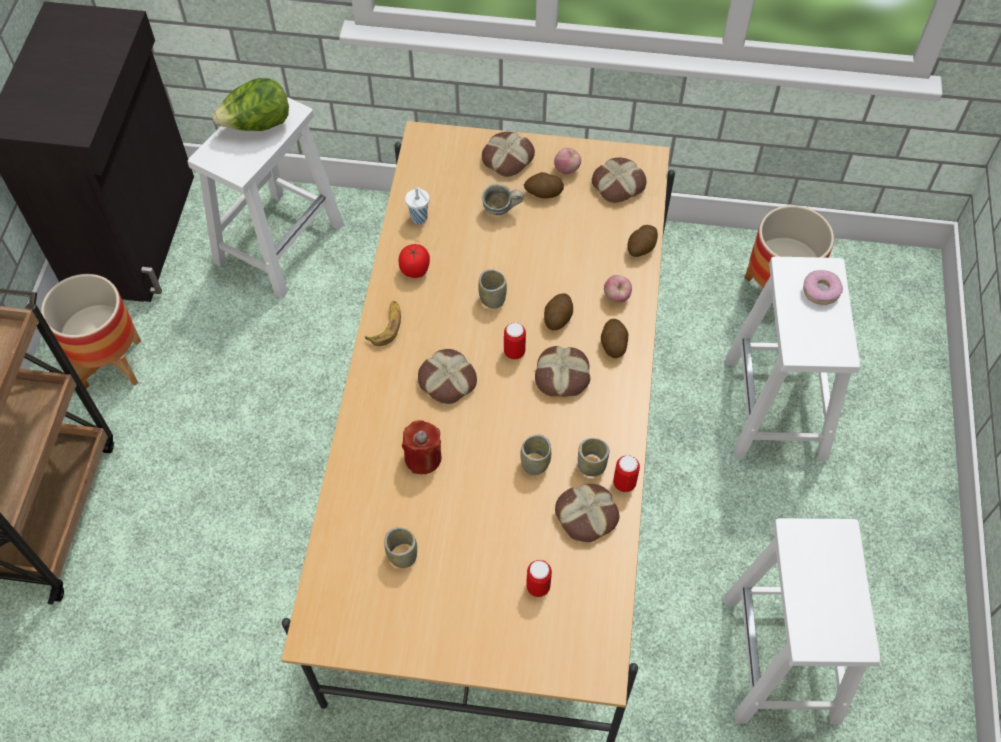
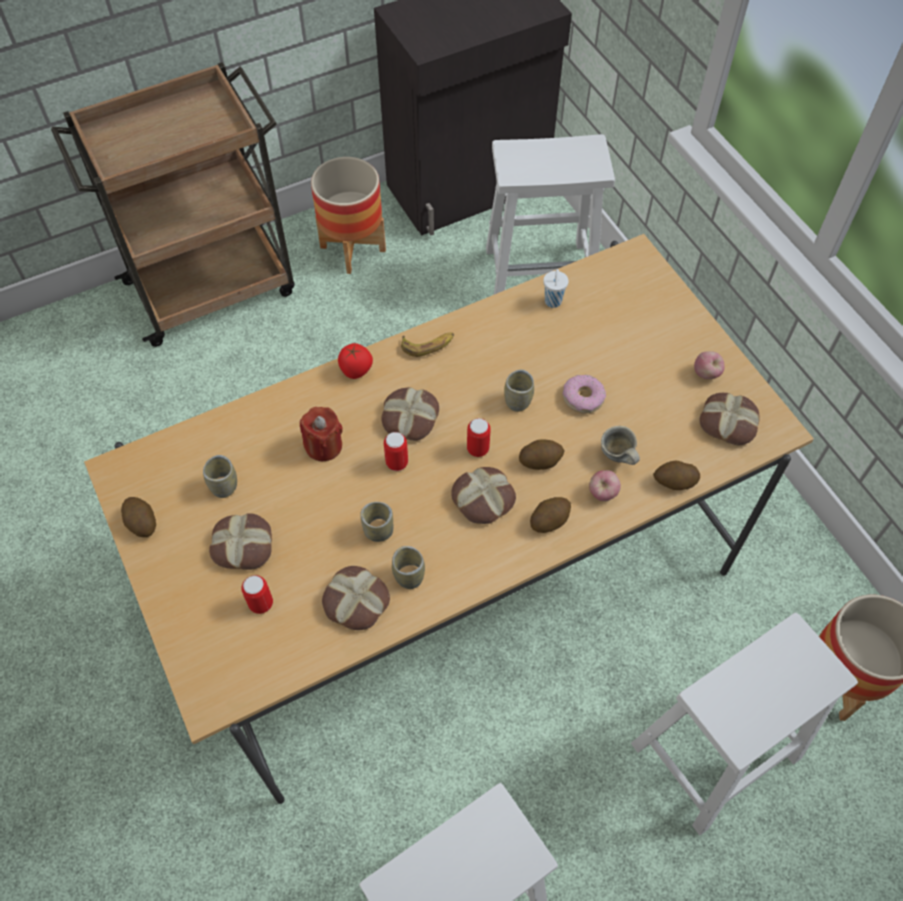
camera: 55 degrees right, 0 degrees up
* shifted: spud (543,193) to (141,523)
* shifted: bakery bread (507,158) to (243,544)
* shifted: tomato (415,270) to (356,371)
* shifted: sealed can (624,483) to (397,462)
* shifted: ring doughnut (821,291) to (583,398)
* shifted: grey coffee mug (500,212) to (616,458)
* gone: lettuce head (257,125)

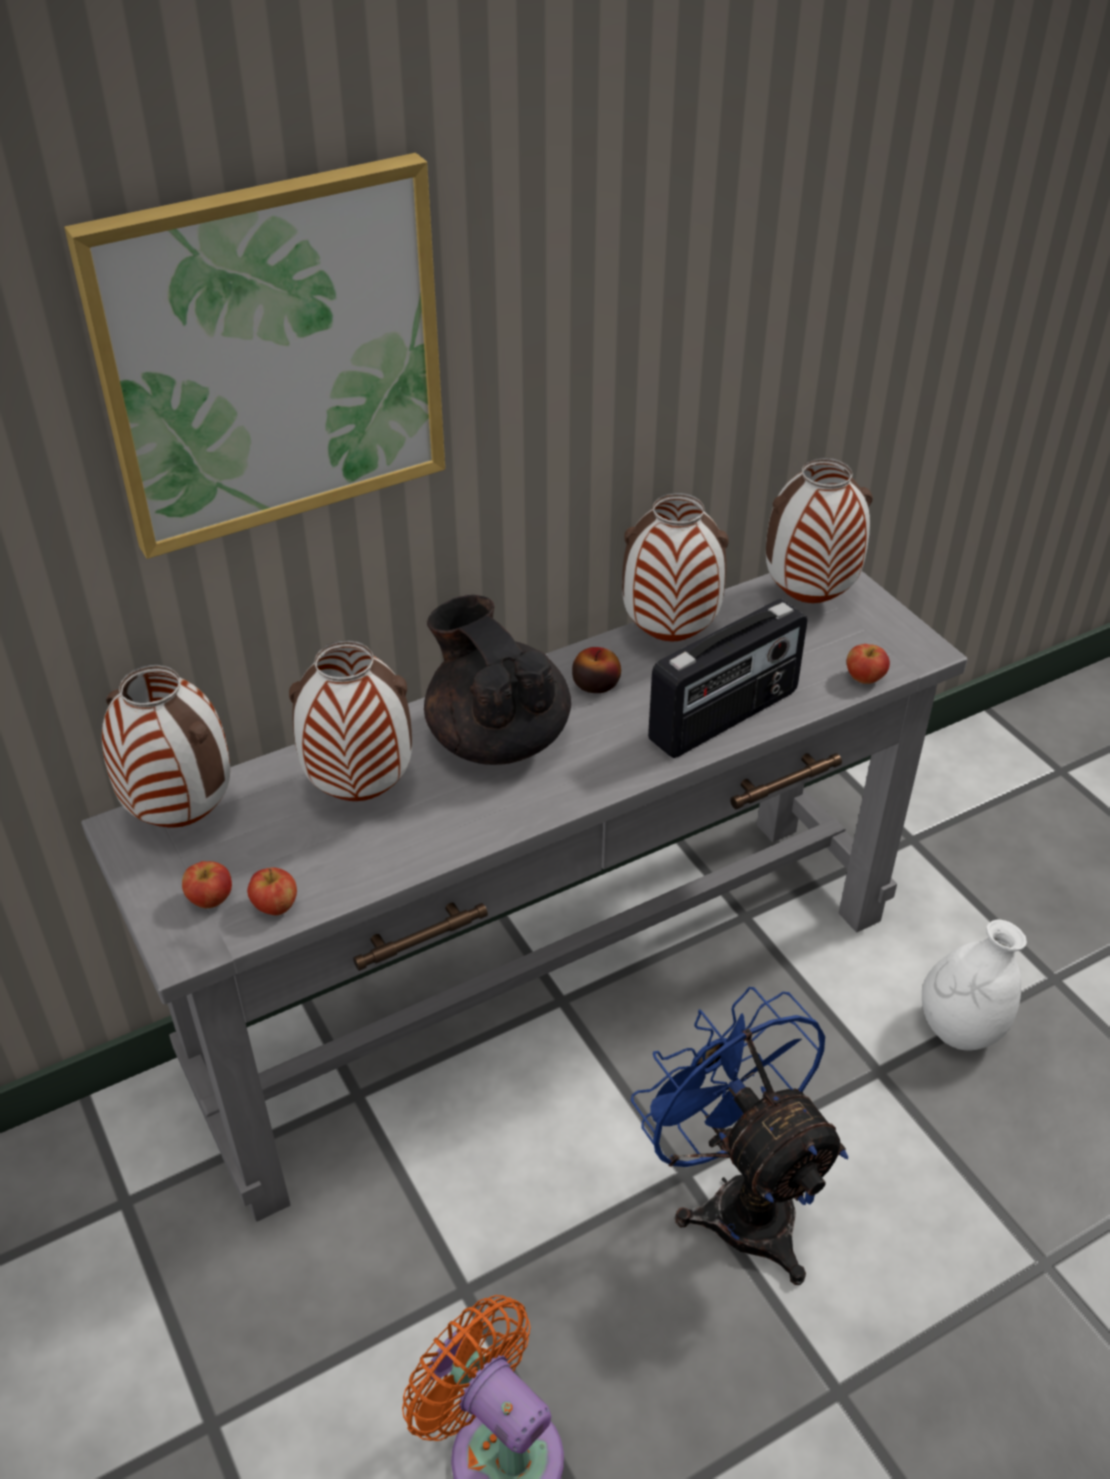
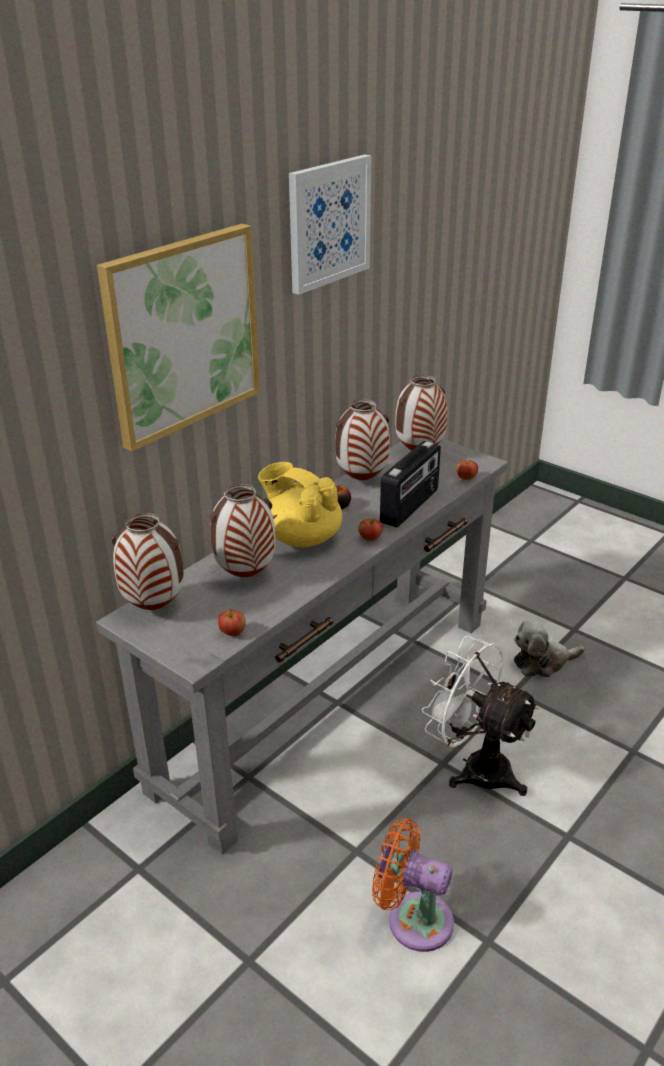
camera: 20 degrees left, 10 degrees down
* repainted: blackish tea pot (496,737) to yellowish tea pot (302,537)
* new: wall picture (328,223)
* shifted: apple (210,899) to (370,538)
* repainted: blue-coloured electric fan (738,1200) to white-coloured electric fan (475,767)
* swapped: white-coloured flower vase (961,1029) to plush toy (542,662)

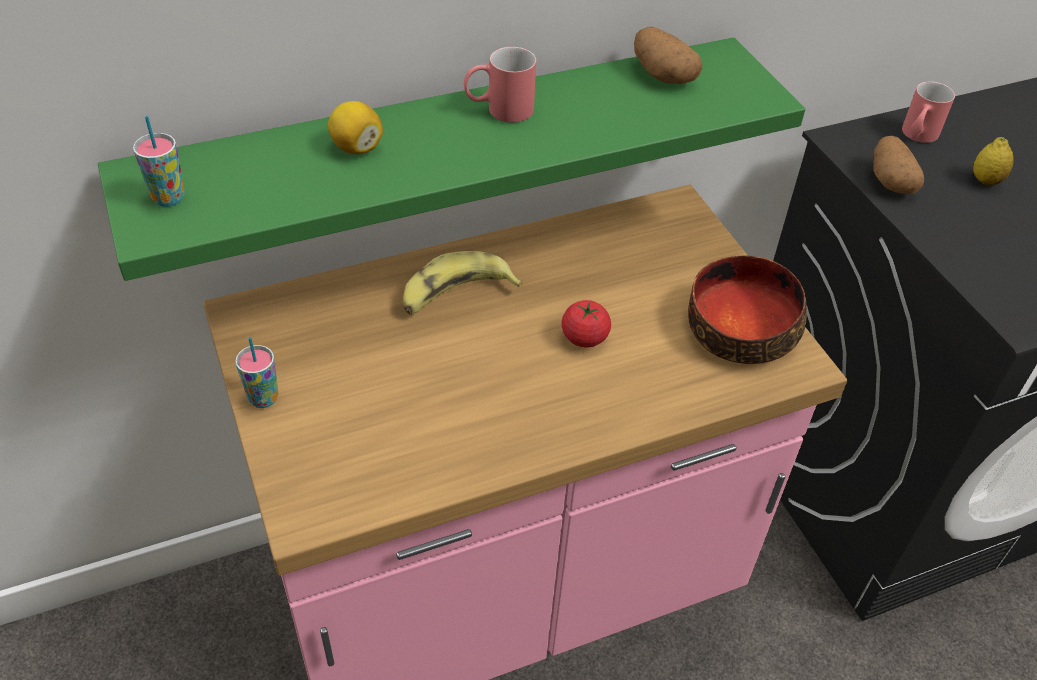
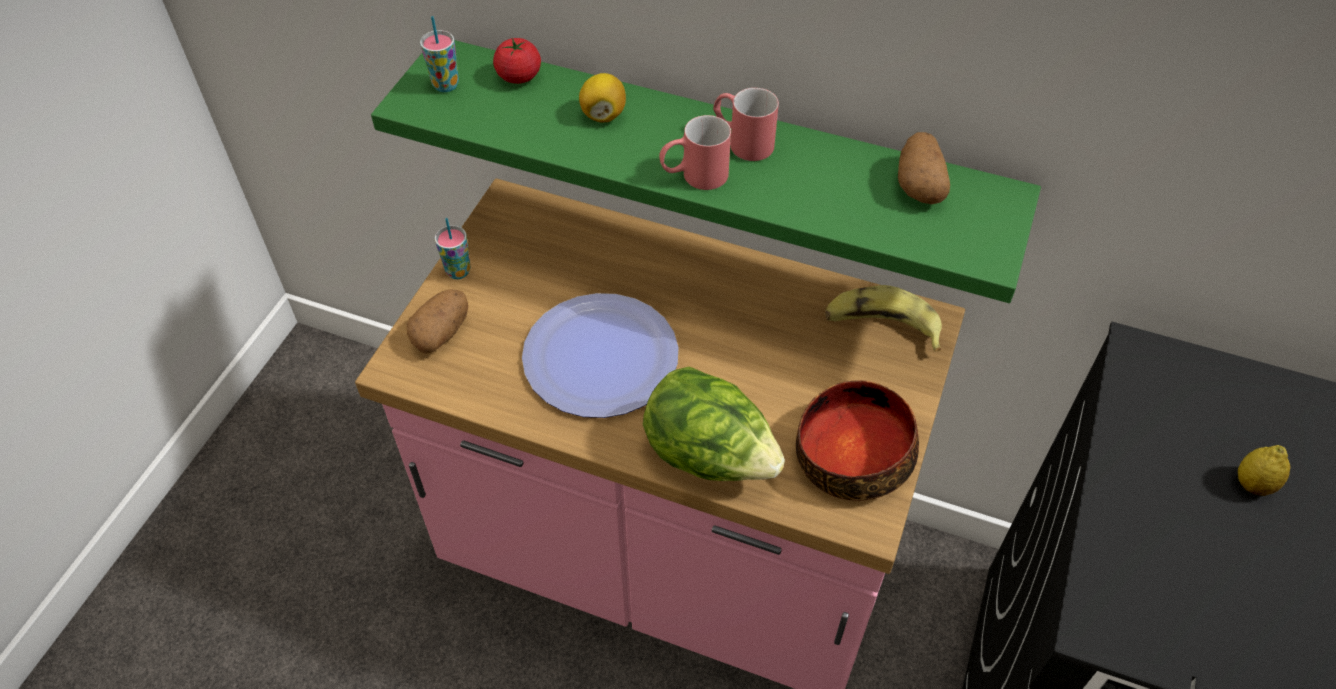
camera: 45 degrees right, 5 degrees up
* shifted: spud (889,181) to (442,333)
* shifted: tomato (584,337) to (519,77)
* new: flat dish (601,357)
* new: lettuce head (709,455)
* shifted: reddish coffee mug (917,137) to (694,177)
* shifted: banana (455,295) to (881,326)

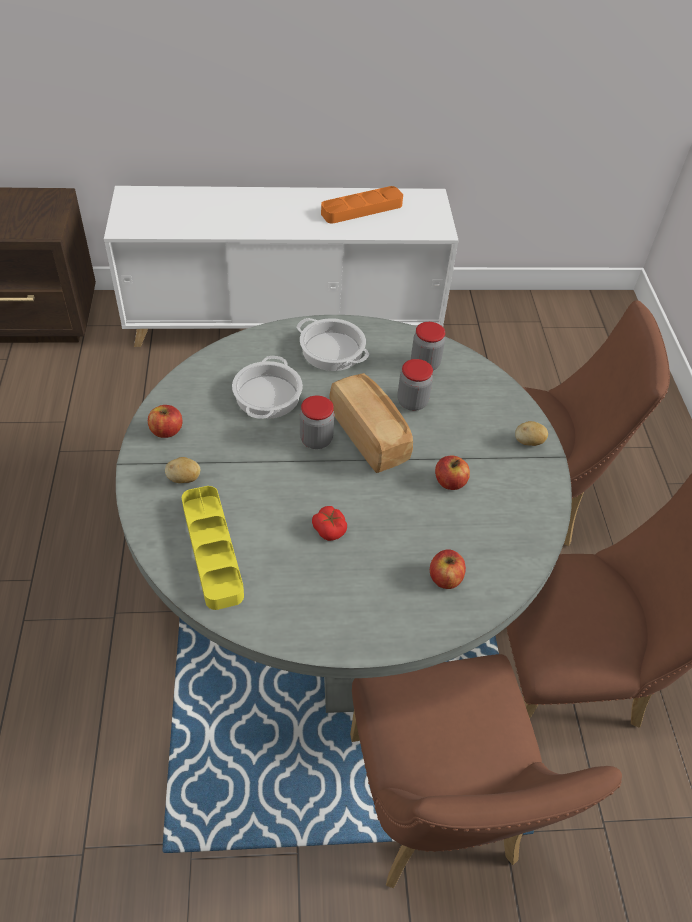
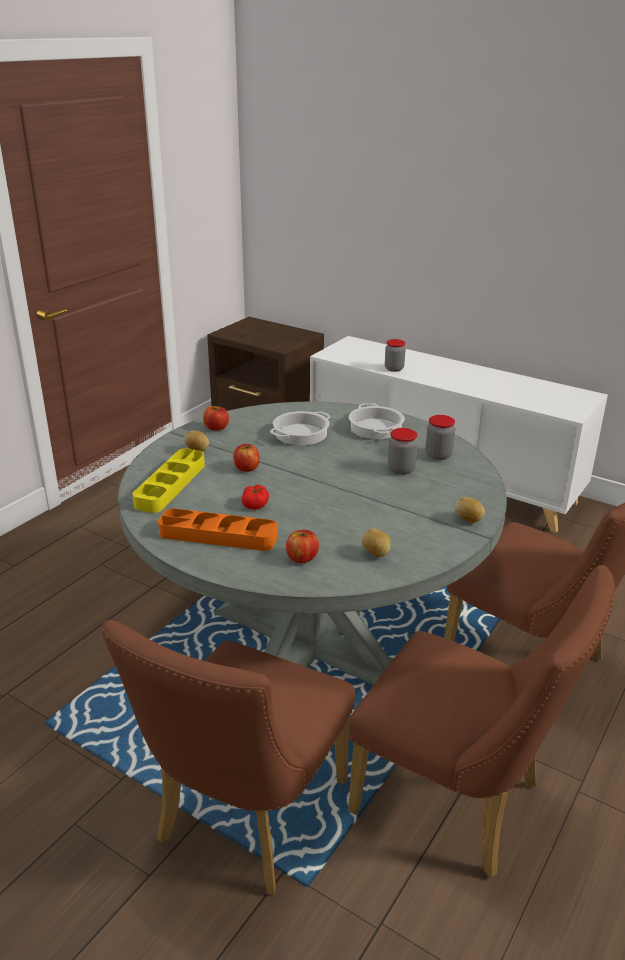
camera: 40 degrees right, 20 degrees down
* shifted: orangey carrying tray (362,209) to (218,535)
* shifted: apple (450,482) to (246,468)
* new: spud (376,554)
* shifted: preserve jar (316,439) to (394,368)
* gone: bakery bread (370,436)

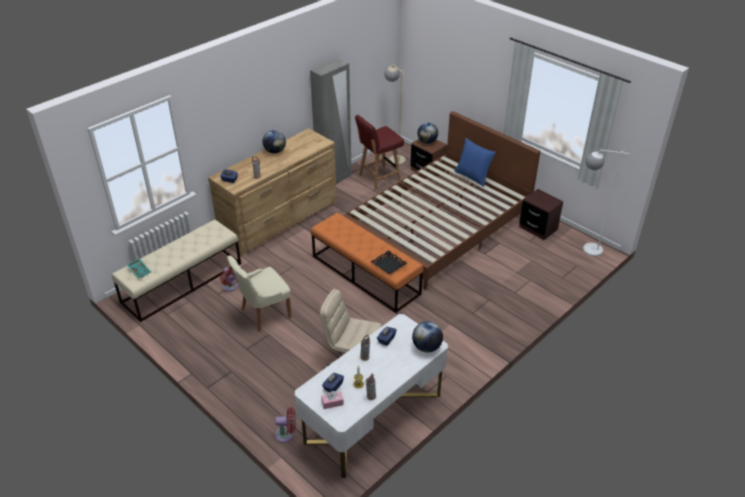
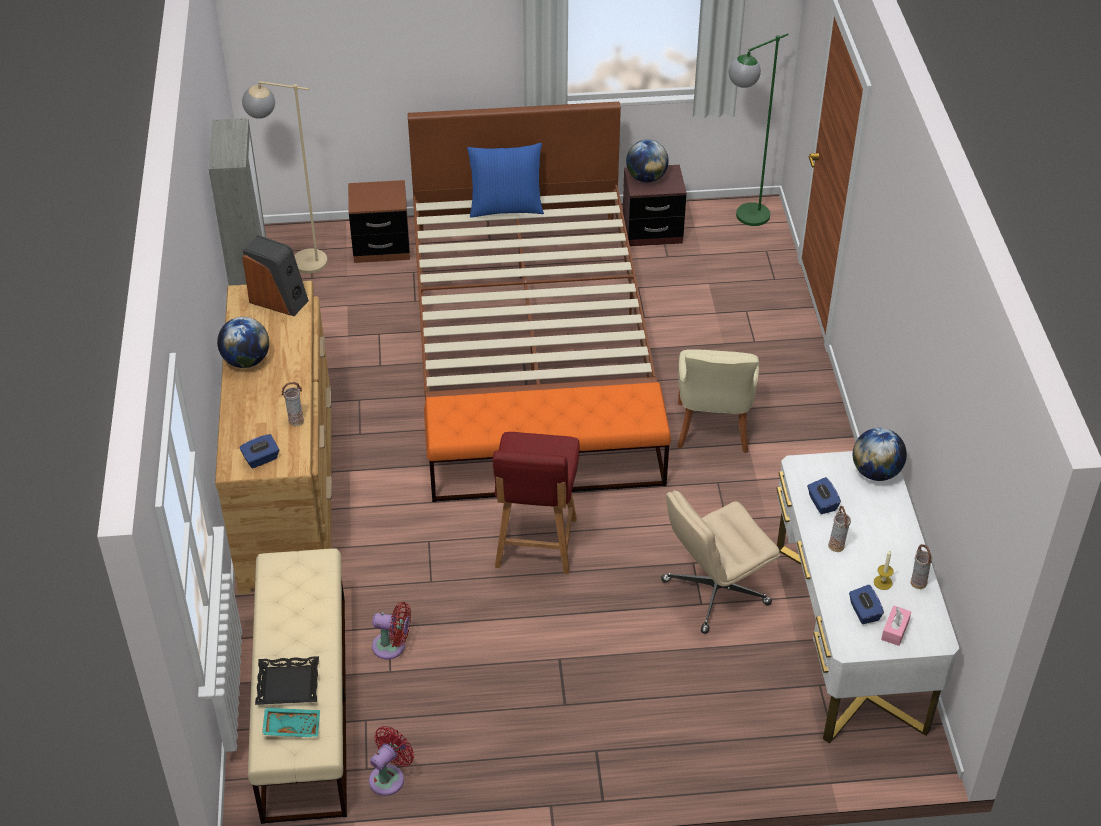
camera: 50 degrees left, 5 degrees up
* new: audio speaker (279,300)
* shifted: blackish carrying tray (388,265) to (288,685)
* shifted: reddish electric fan (286,434) to (389,777)
* shifted: reddish chair (378,177) to (535,545)
* shifted: world globe (427,142) to (646,178)
* shifted: beige chair (263,314) to (713,430)
* repainted: white-coloured standard lamp (585,249) to greenish standard lamp (743,220)

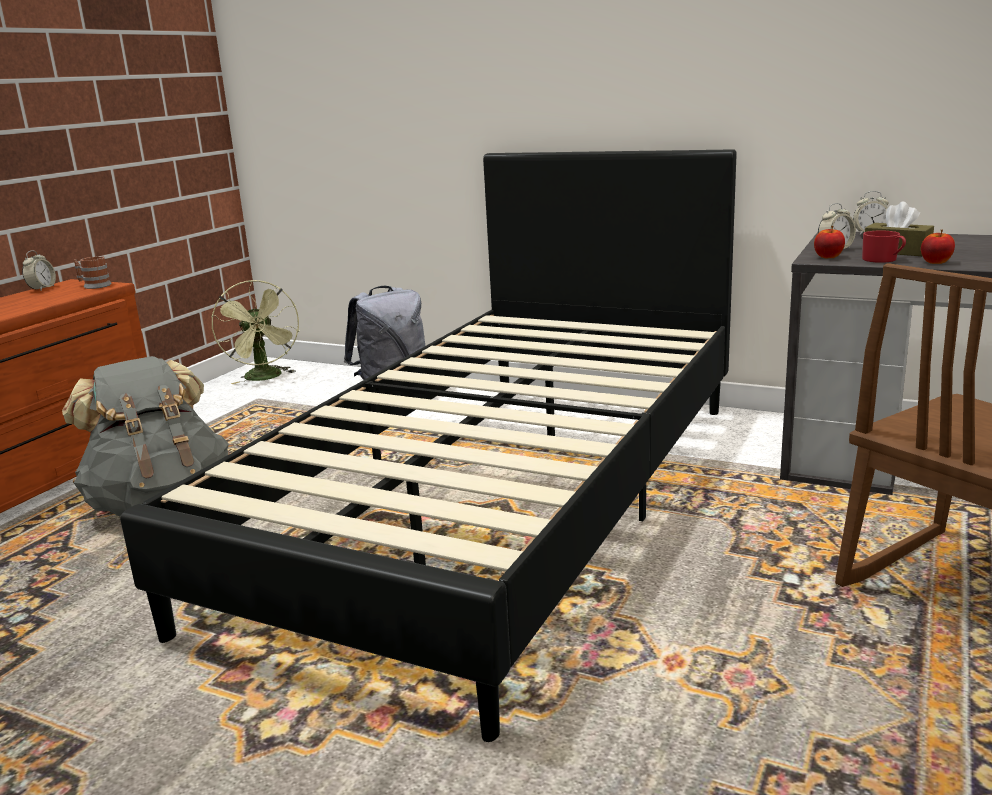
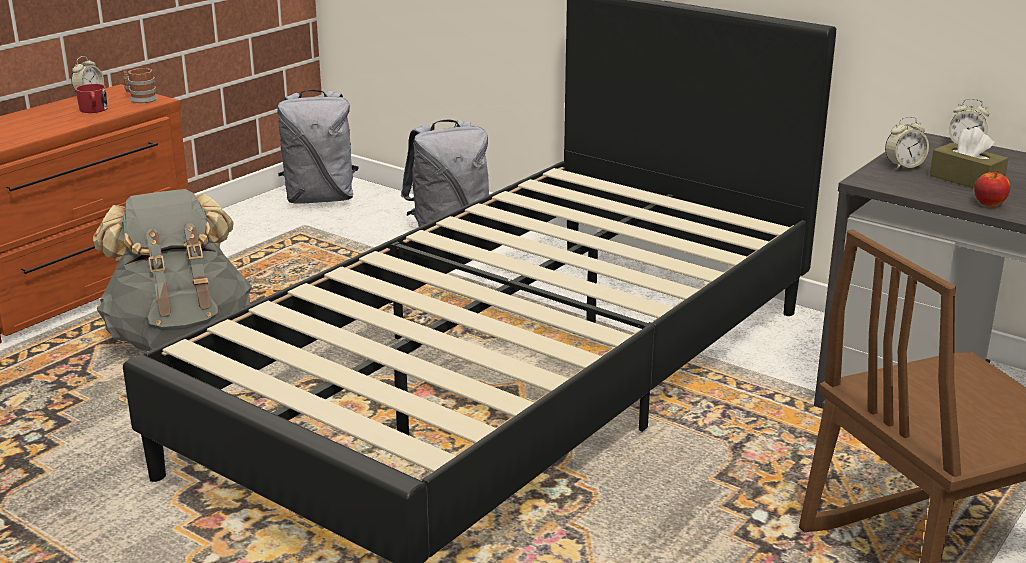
camera: 10 degrees right, 5 degrees up
* shifted: reddish coffee mug (883,260) to (94,110)
* swapped: greenish electric fan (266,378) to grey rucksack (320,199)
* gone: apple (828,257)

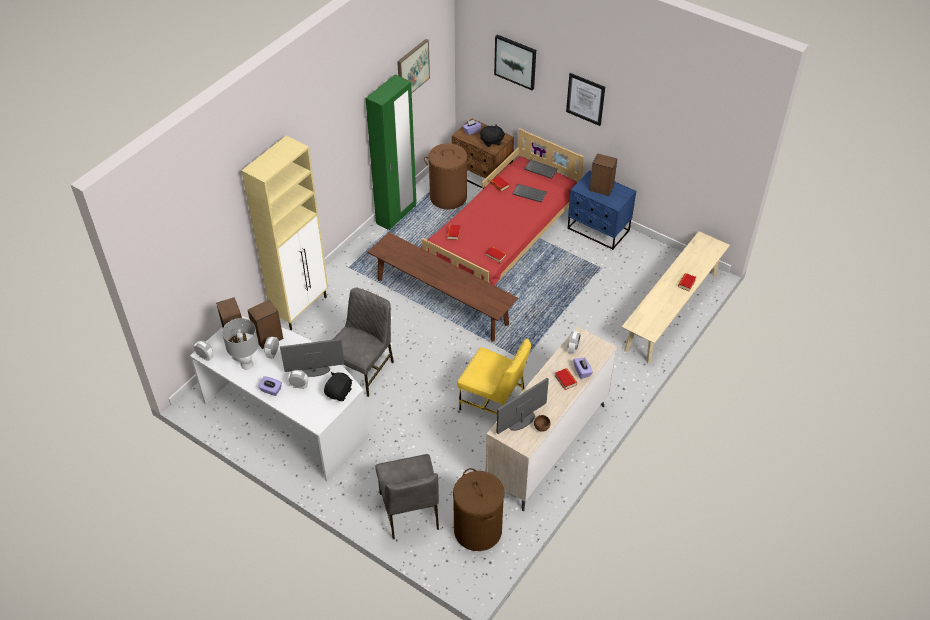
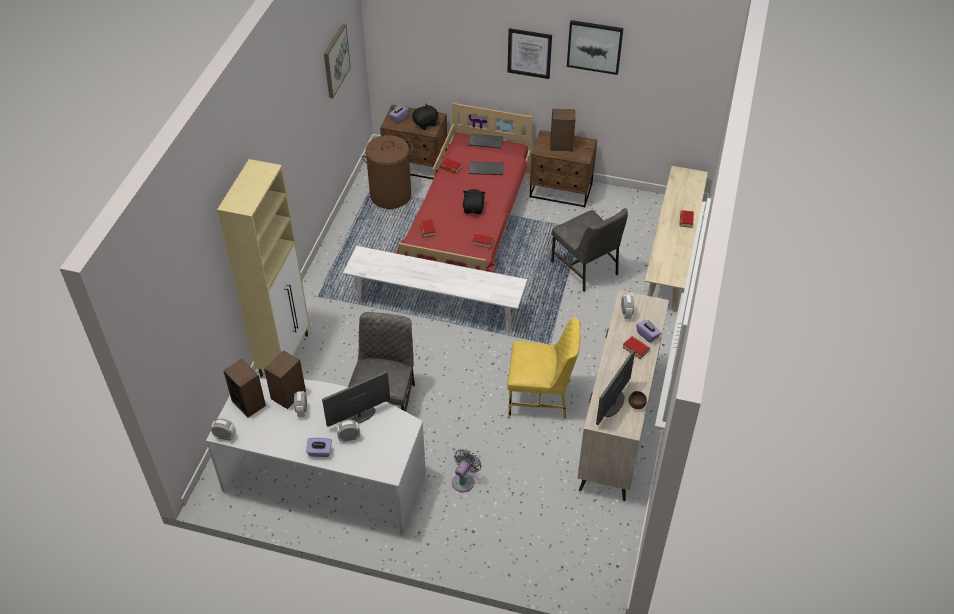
camera: 20 degrees left, 0 degrees up
* repainted: brown long seat (442,301) to white-coloured long seat (436,306)
* new: grey electric fan (464,480)
* shifted: blackish plush toy (339,392) to (473,208)
* repainted: blue-coloured nightstand (598,230) to brown nightstand (561,191)
* shifted: grey chair (410,512) to (585,268)
* shifted: wall picture (515,61) to (594,46)
* gone: grey table lamp (246,365)
* gone: greenish clothes cupboard (396,215)
* gone: brown washing basket (478,530)

